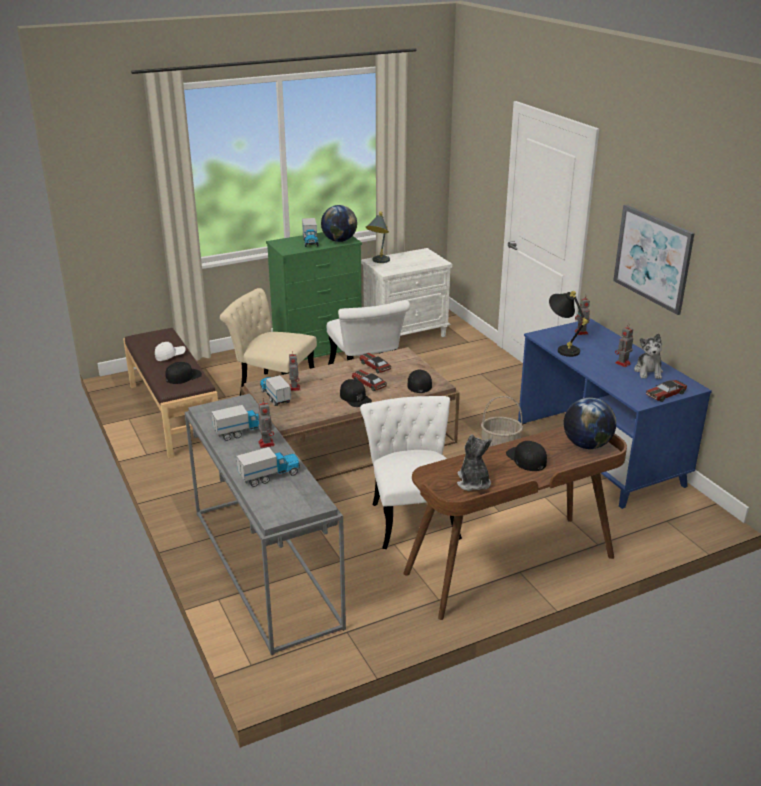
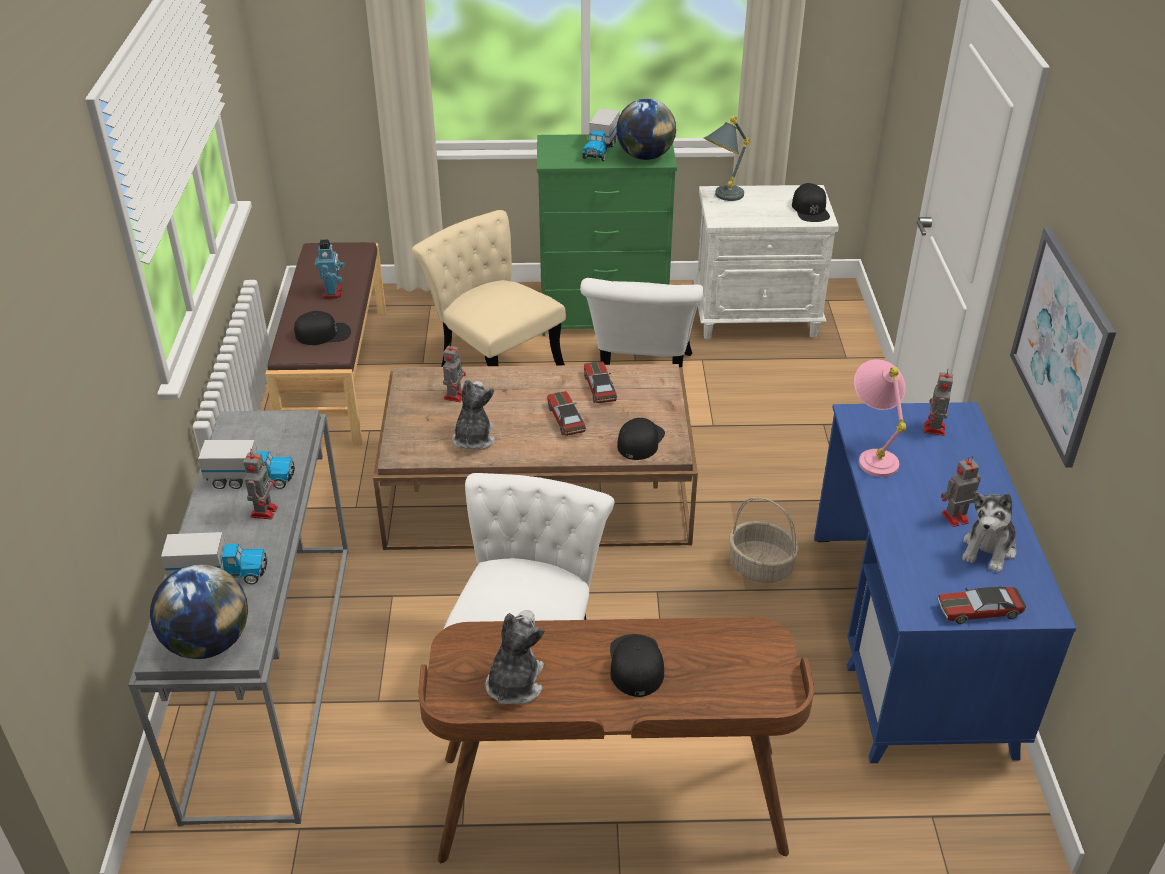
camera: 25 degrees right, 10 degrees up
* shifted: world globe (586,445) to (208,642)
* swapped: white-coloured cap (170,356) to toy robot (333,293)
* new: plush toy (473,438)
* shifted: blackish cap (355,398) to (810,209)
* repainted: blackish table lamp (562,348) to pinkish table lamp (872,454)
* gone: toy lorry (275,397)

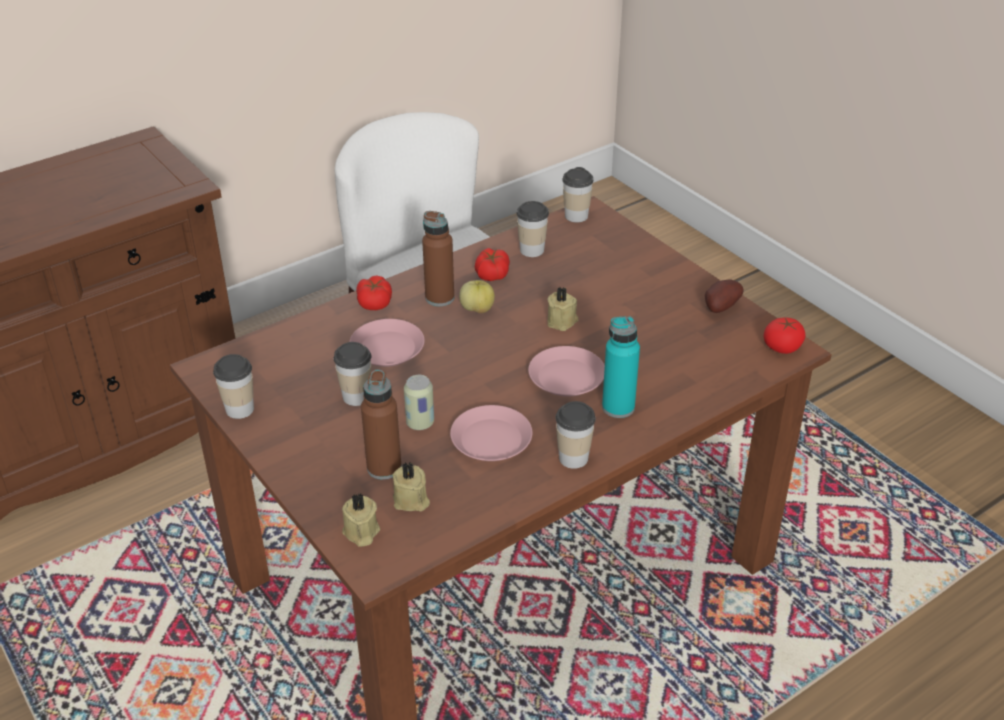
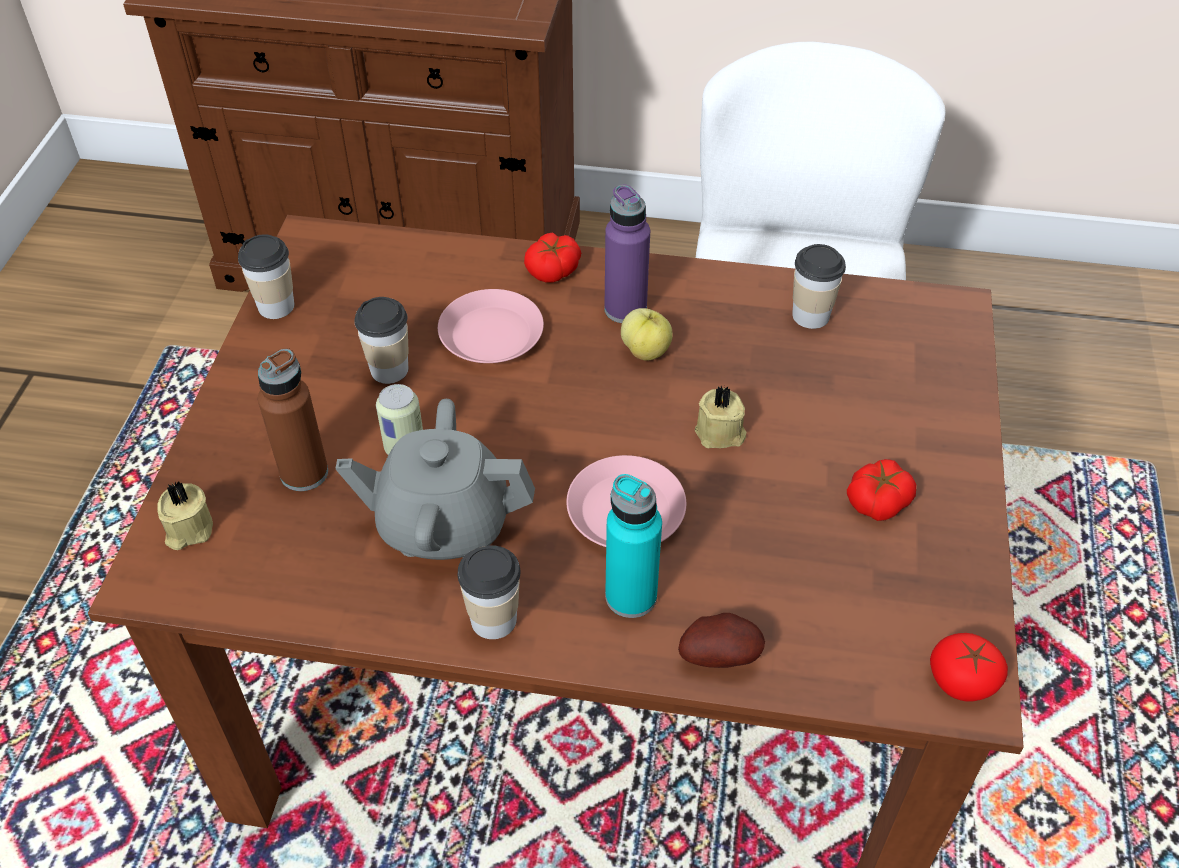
camera: 45 degrees right, 10 degrees up
* swapped: pinkish flat dish (491,439) to grey tea pot (443,524)
* repainted: brown drink bottle (439,298) to purple drink bottle (625,309)
* shifted: spud (719,308) to (719,654)
* shifted: tomato (492,274) to (877,501)
* gone: beige wax candle (411,501)
* gone: drinking cup (576,216)

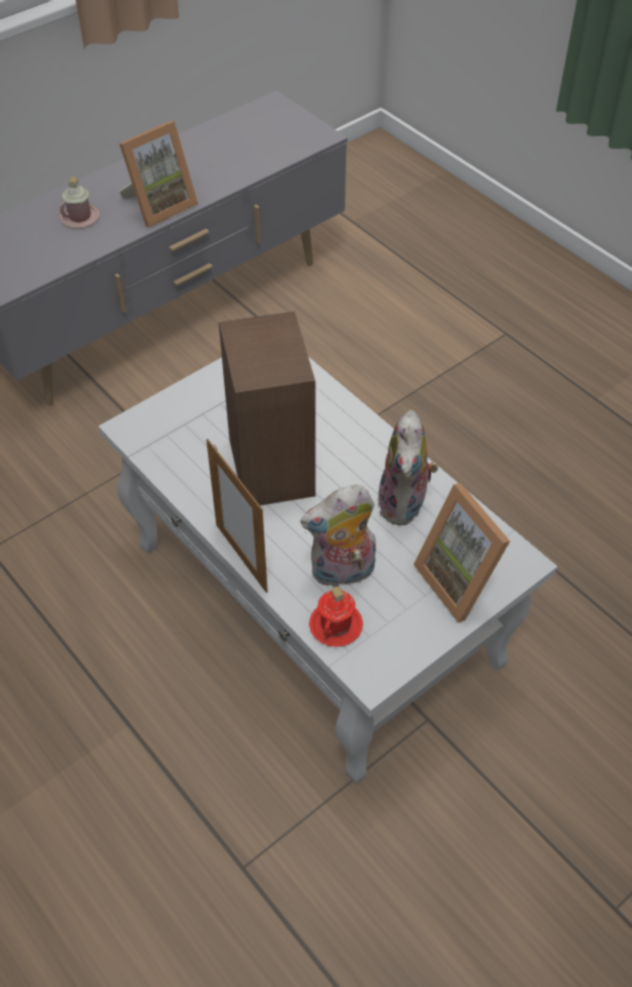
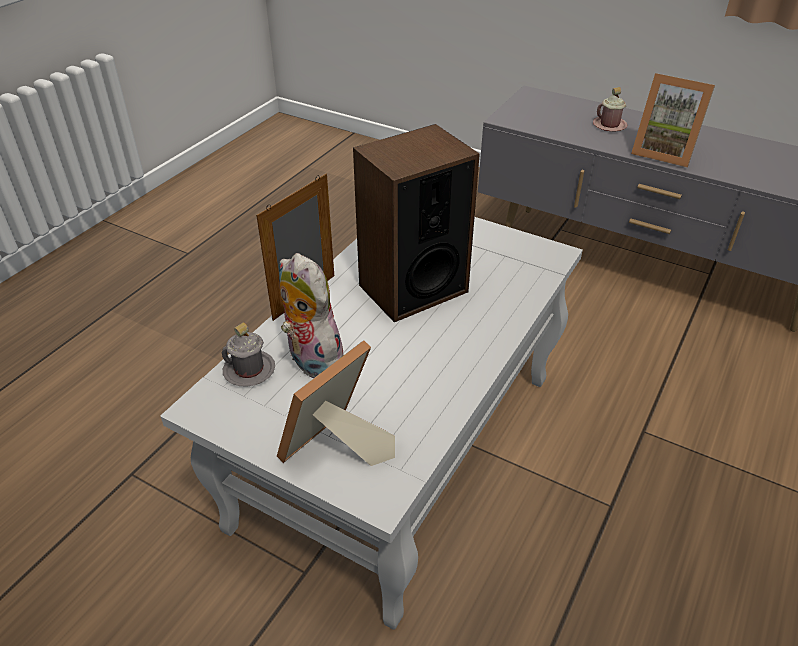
camera: 70 degrees right, 10 degrees down
* repainted: reddish coffee mug (336,625) to grey coffee mug (249,370)
* gone: plush toy (405,505)

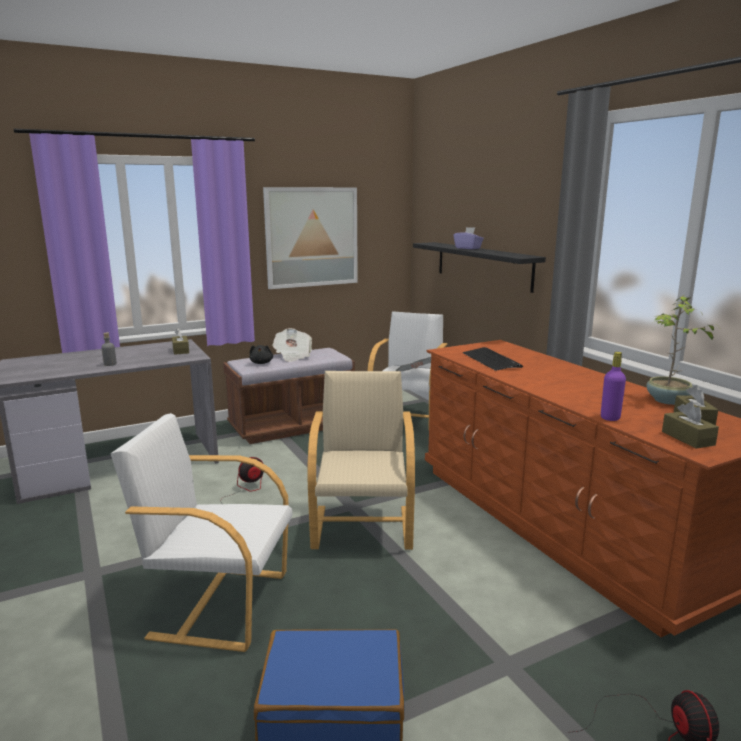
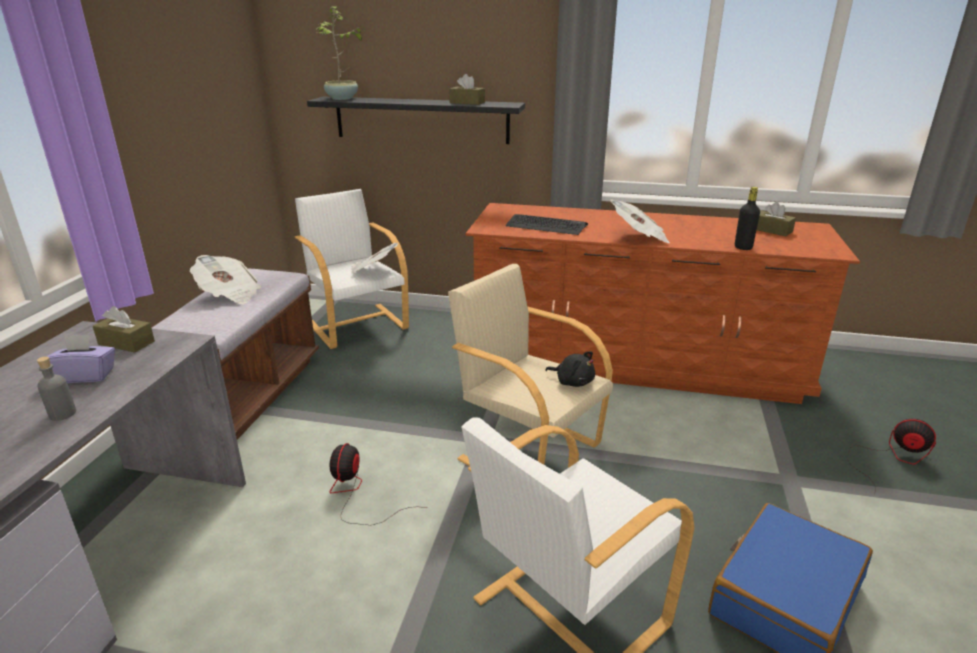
camera: 50 degrees left, 10 degrees up
* shifted: purple tissue holder (468,248) to (86,375)
* shifted: potted plant (667,401) to (342,98)
* shifted: brown tissue holder (687,438) to (467,102)
* shifted: blackish plush toy (261,363) to (573,381)
* new: daily paper (639,237)
* repainted: purple drink bottle (610,418) to blackish drink bottle (743,247)
* gone: wall picture (311,237)

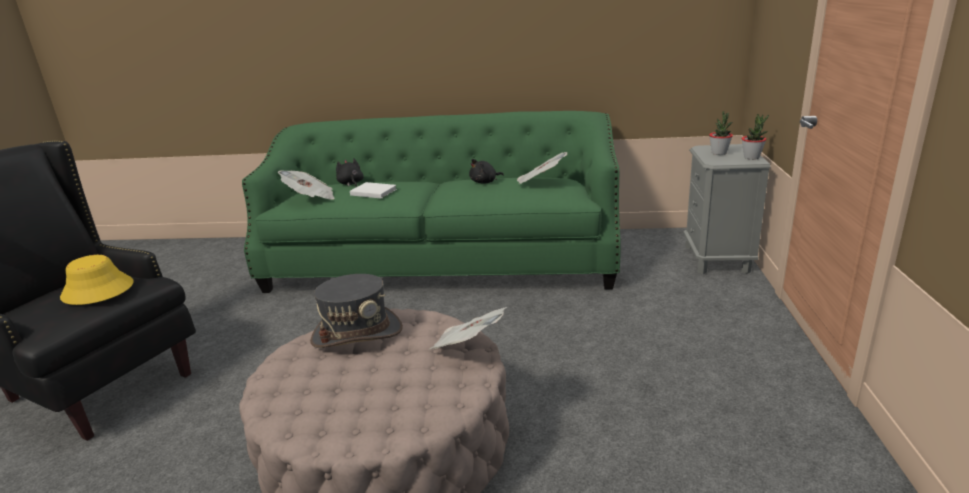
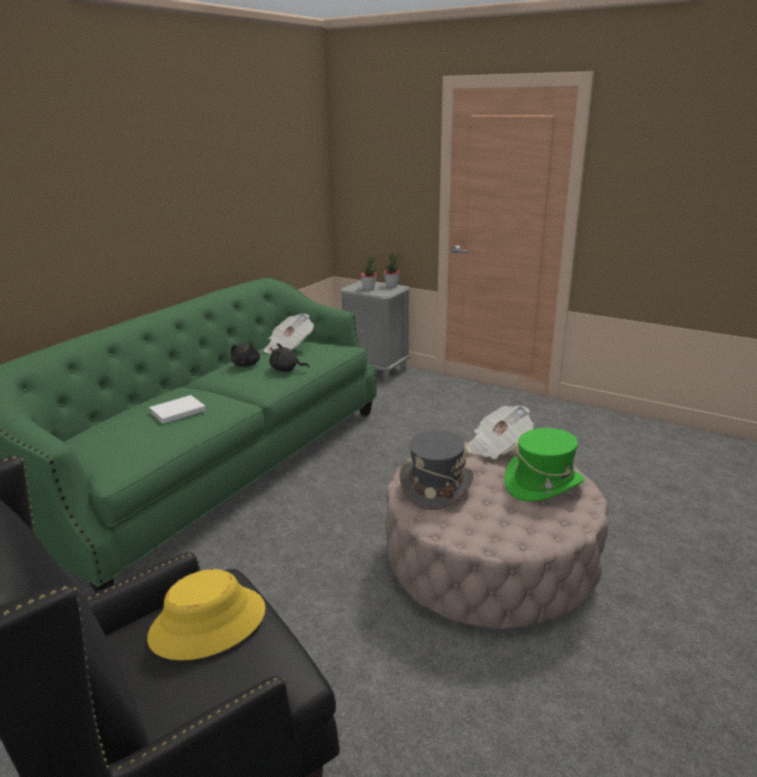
camera: 65 degrees left, 0 degrees up
* shifted: blackish plush toy (351,184) to (286,370)
* new: greenish wearable hat (543,484)
* gone: daily paper (310,198)

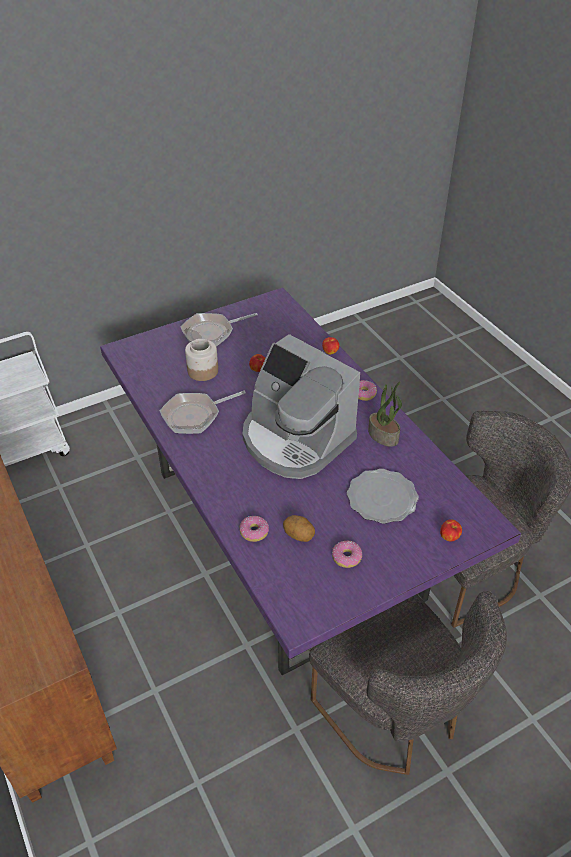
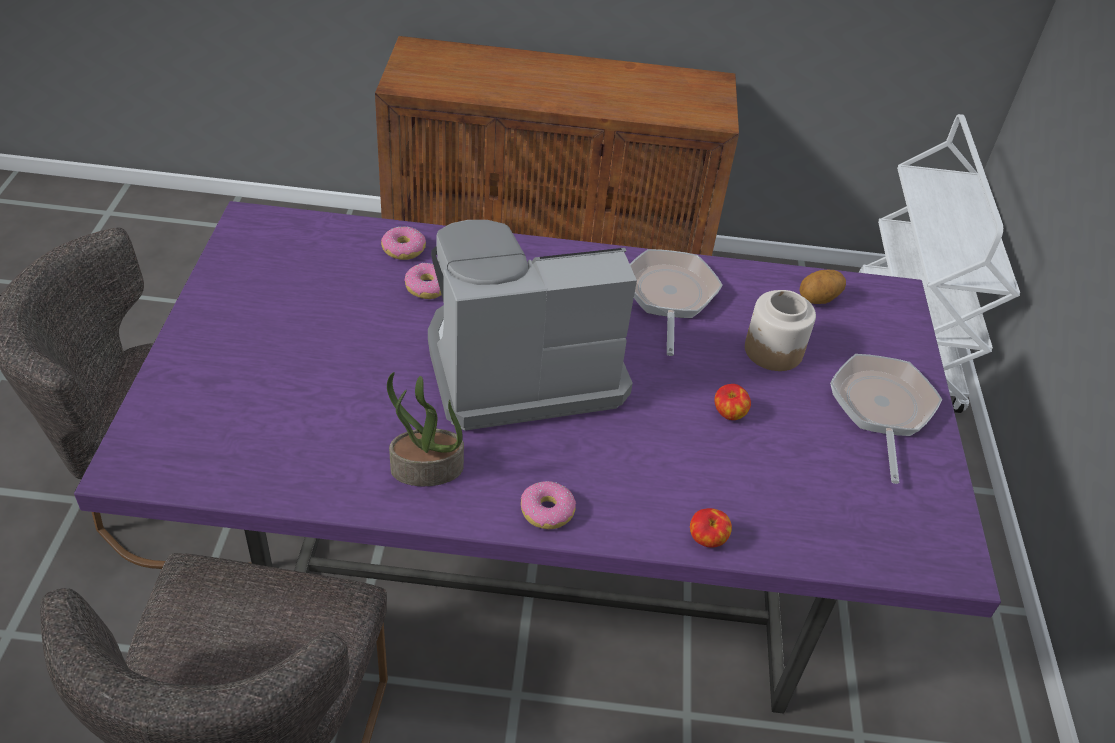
camera: 120 degrees right, 0 degrees up
* shifted: ring doughnut (346,557) to (427,287)
* shifted: spud (299,535) to (818,299)
* gone: flat dish (382,498)
* gone: apple (449,537)

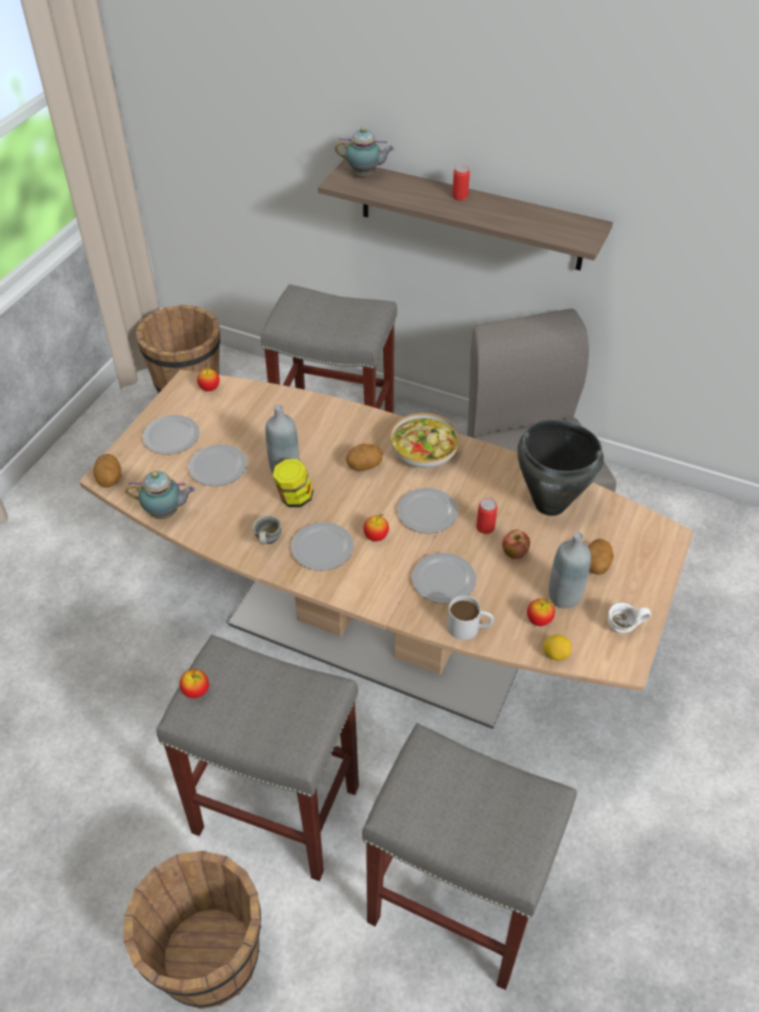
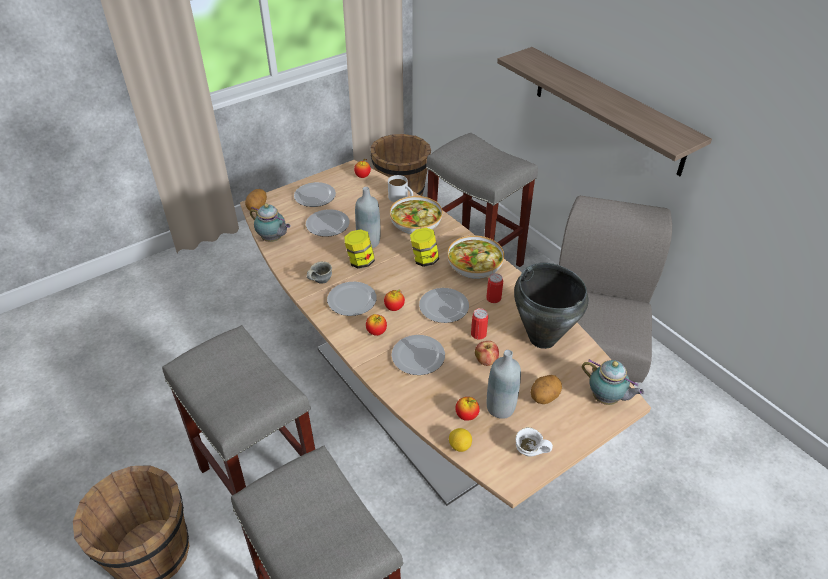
camera: 30 degrees right, 5 degrees down
* shifted: apple (196,691) to (376,332)
* shifted: white-coloured coffee mug (469,627) to (401,198)
* new: bowl (415,224)
* swapped: spud (364,466) to preserve jar (424,260)
* shifted: sealed can (460,196) to (493,298)
* shifted: tea pot (365,175) to (606,399)

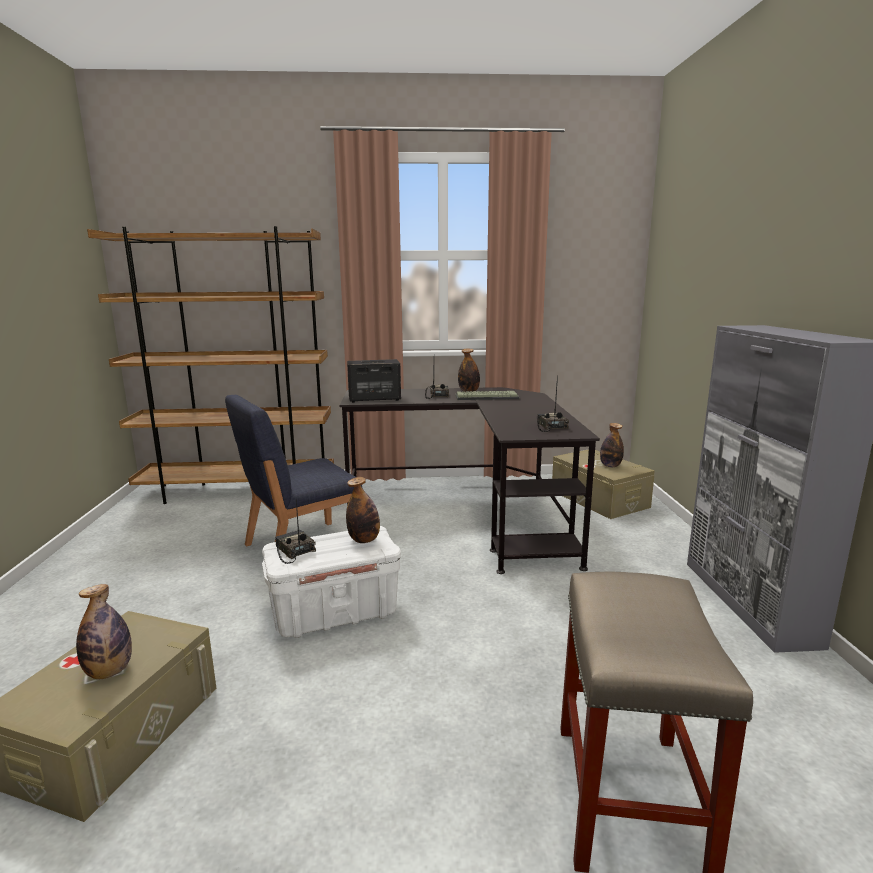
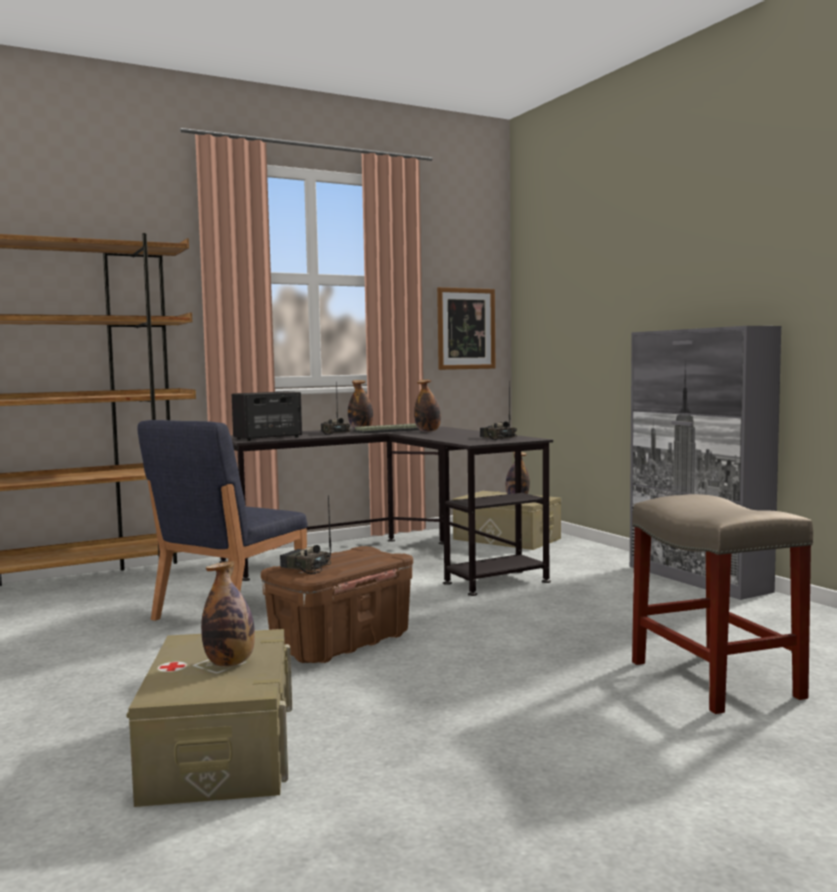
camera: 25 degrees left, 10 degrees down
* repainted: white-coloured storage container (336,613) to brown storage container (341,643)
* shifted: drink bottle (364,540) to (428,431)
* new: wall picture (466,328)

